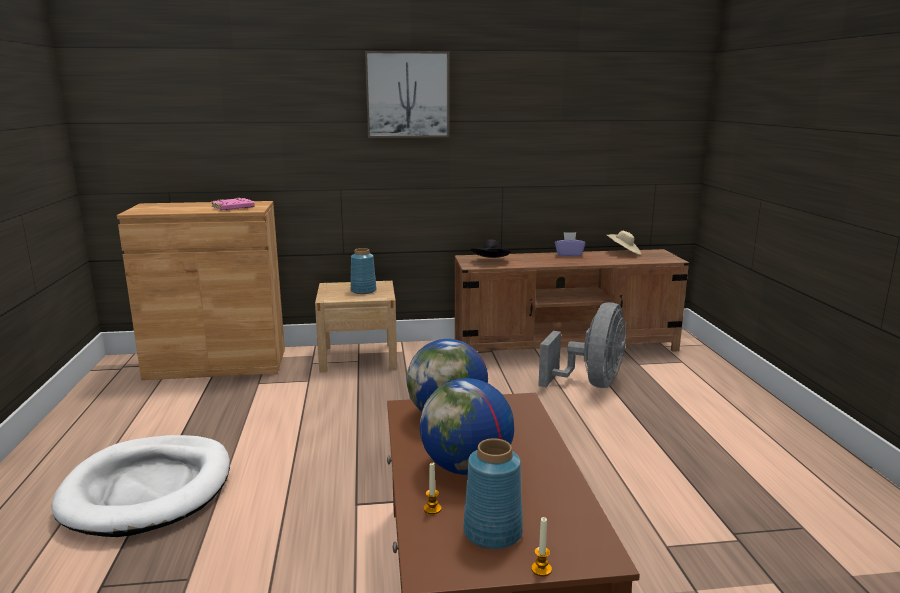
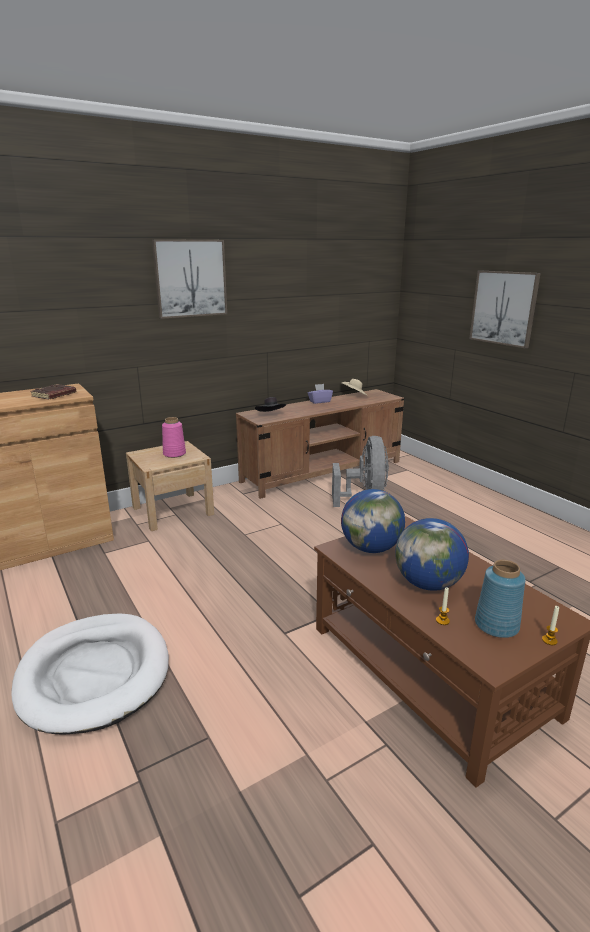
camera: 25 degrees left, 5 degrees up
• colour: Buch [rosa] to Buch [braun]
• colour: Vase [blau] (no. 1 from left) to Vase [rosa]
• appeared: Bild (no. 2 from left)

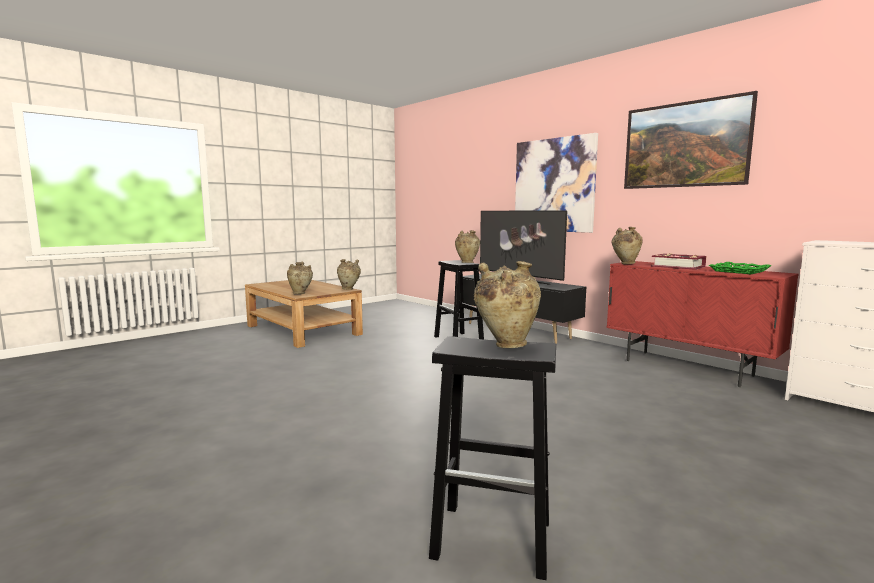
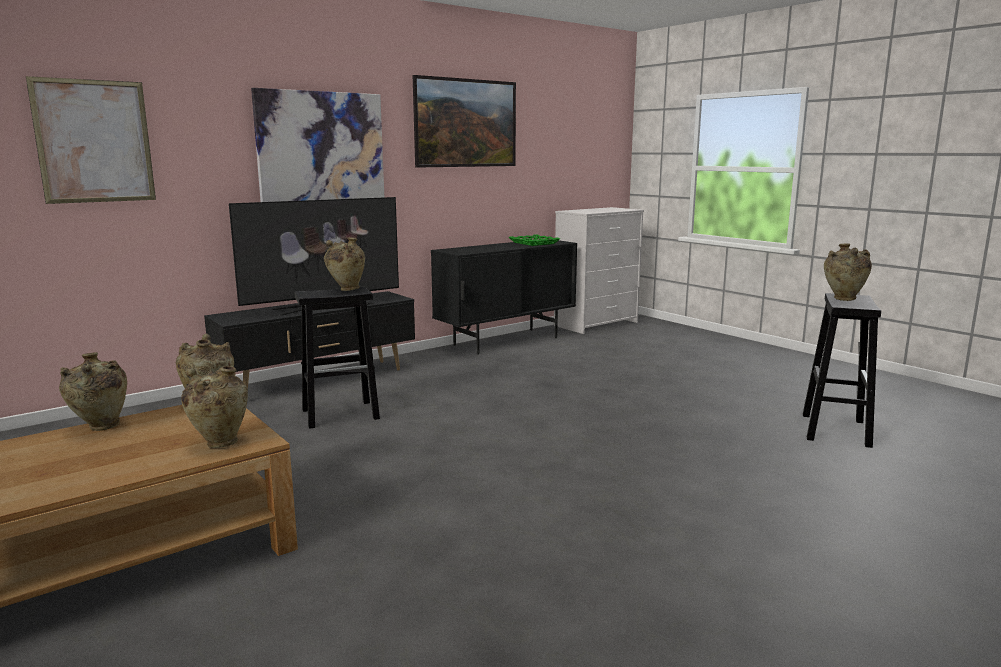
camera: 85 degrees left, 5 degrees up
• relocated: Vase [beige] (no. 5 from left in the first image) to Vase [beige] (no. 1 from left)
• missing: Buch
• colour: Schrank [rot] to Schrank [schwarz]
• appeared: Bild (no. 1 from left)

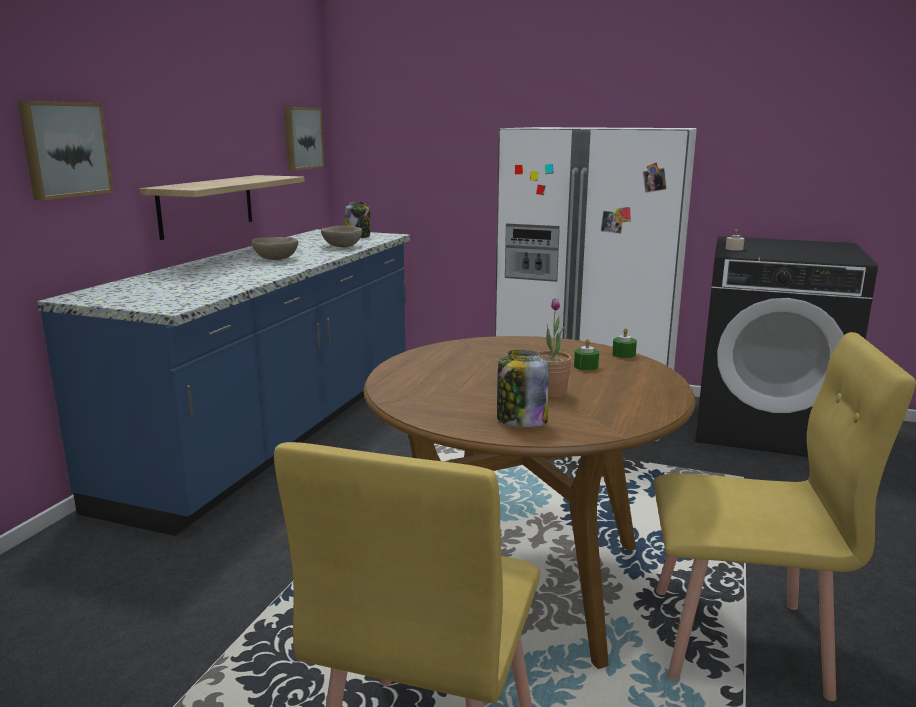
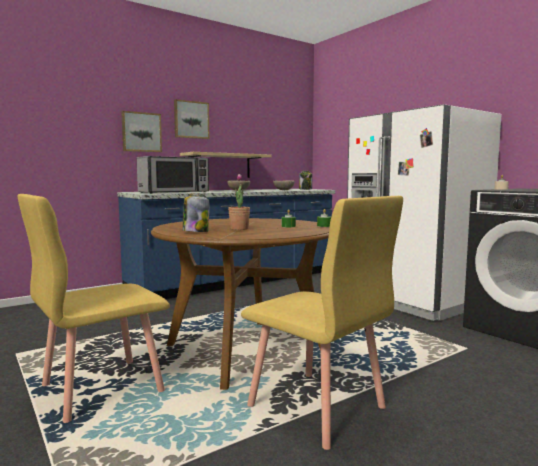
camera: 35 degrees right, 10 degrees down
• relocated: Bild (no. 2 from left)
• appeared: Mikrowelle

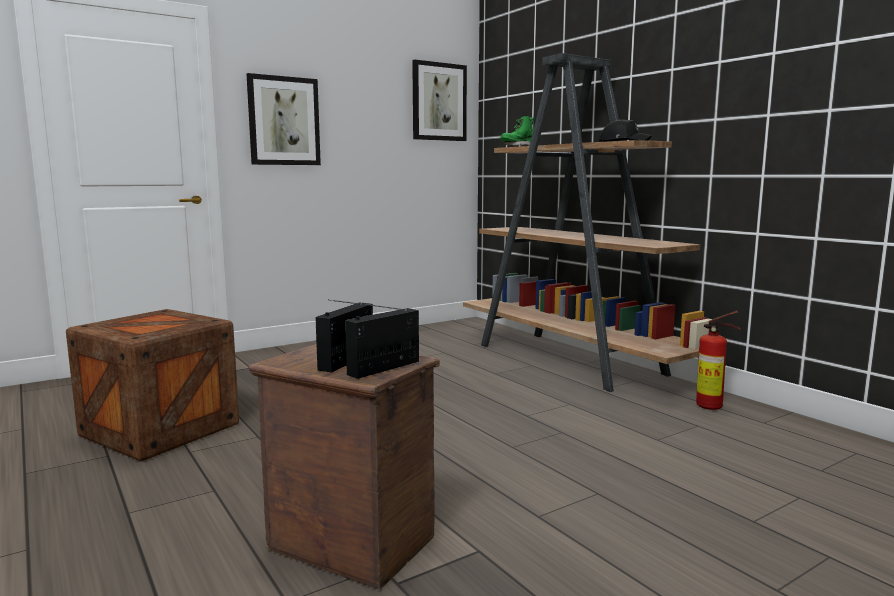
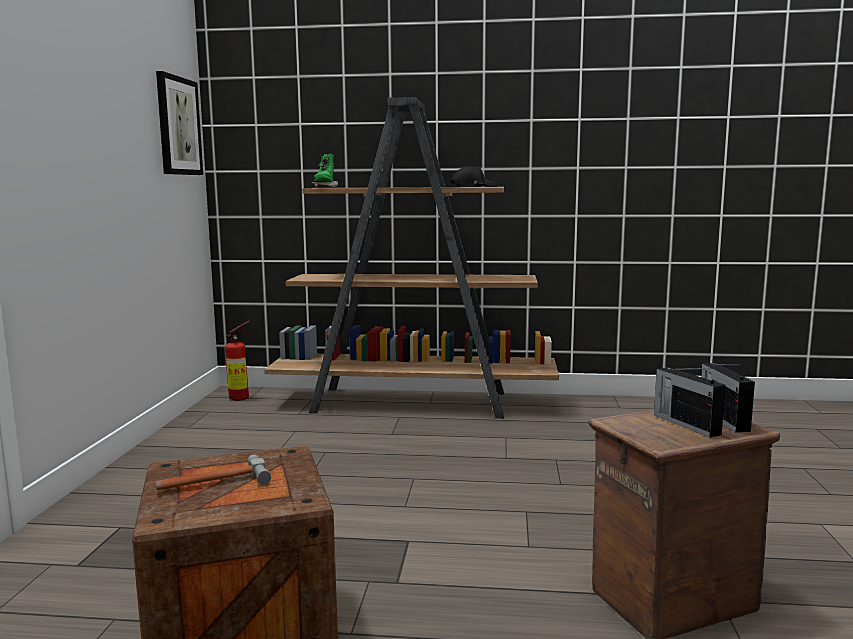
camera: 50 degrees left, 0 degrees up
• missing: Bild (no. 1 from left)
• relocated: Feuerlöscher
• appeared: Hammer

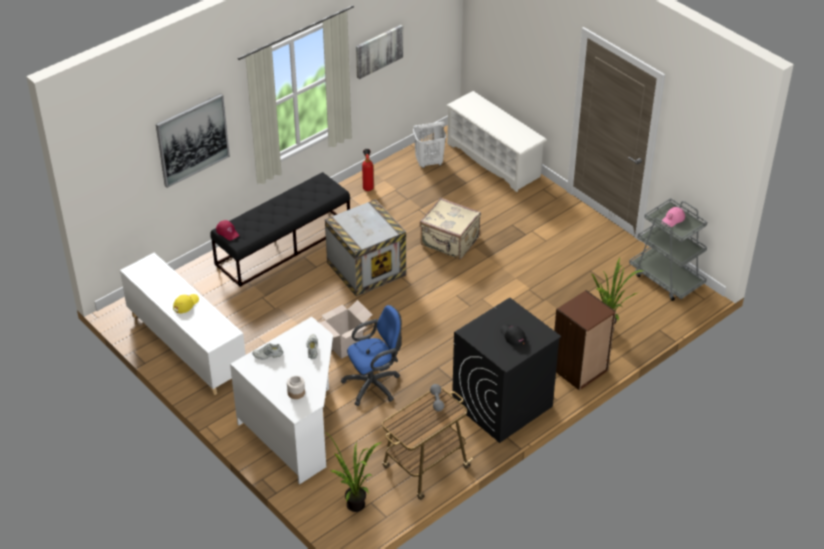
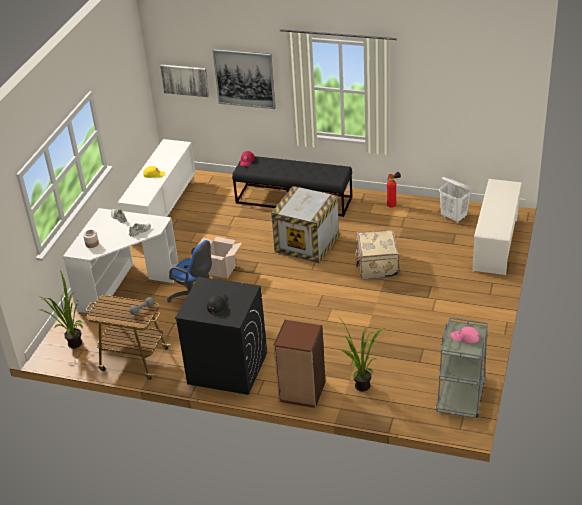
camera: 60 degrees right, 5 degrees down
• relocated: Bild (no. 2 from left in the first image) to Bild (no. 1 from left)

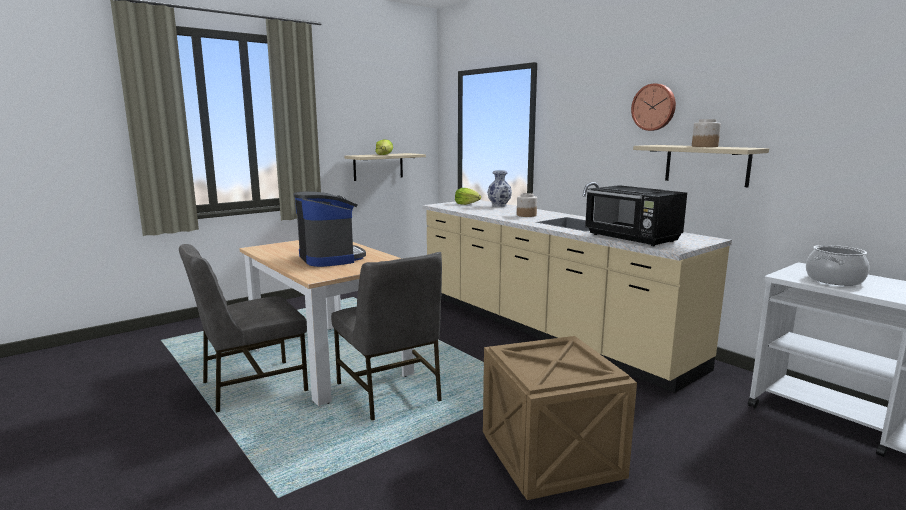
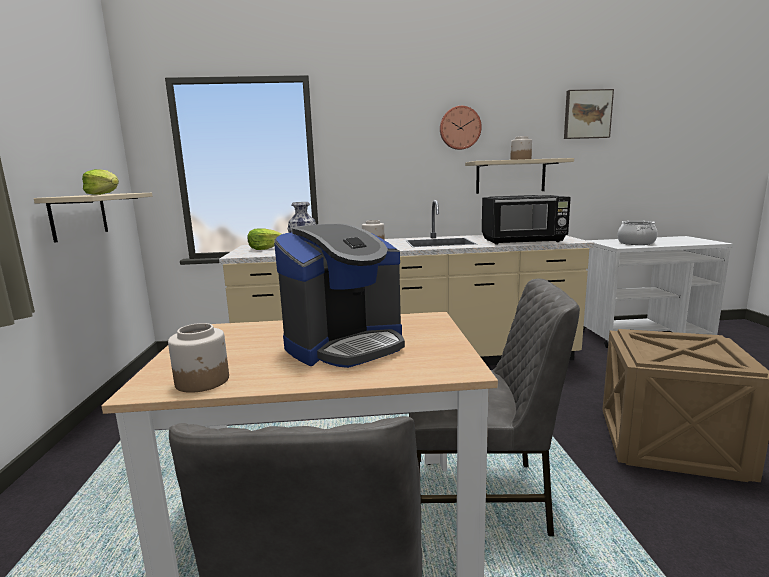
camera: 55 degrees left, 0 degrees up
• spun: Kaffeemaschine 135 degrees clockwise
• appeared: Bild
• appeared: Vorratsglas (no. 1 from left)

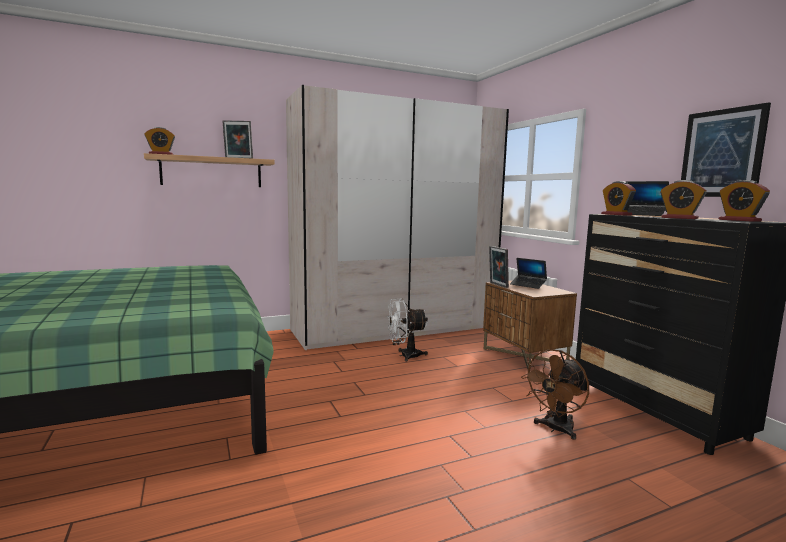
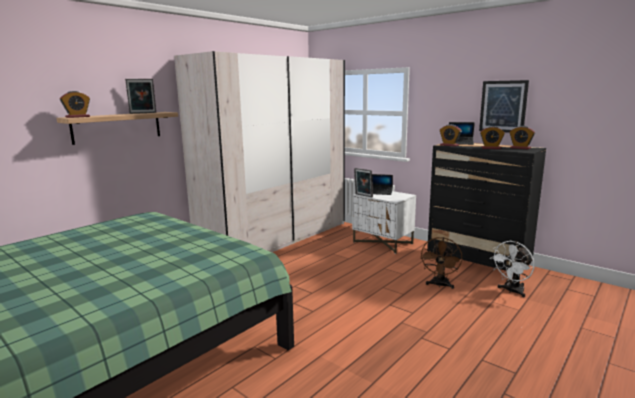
camera: 25 degrees left, 5 degrees up
• colour: Nachttisch [braun] to Nachttisch [weiß]
• relocated: Ventilator [weiß]

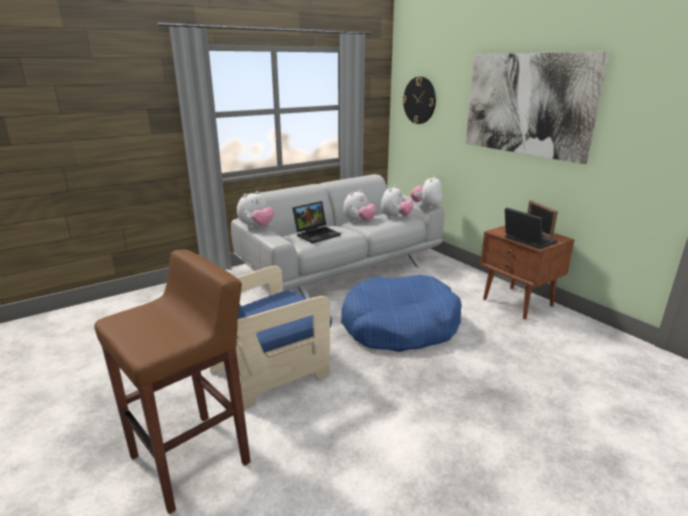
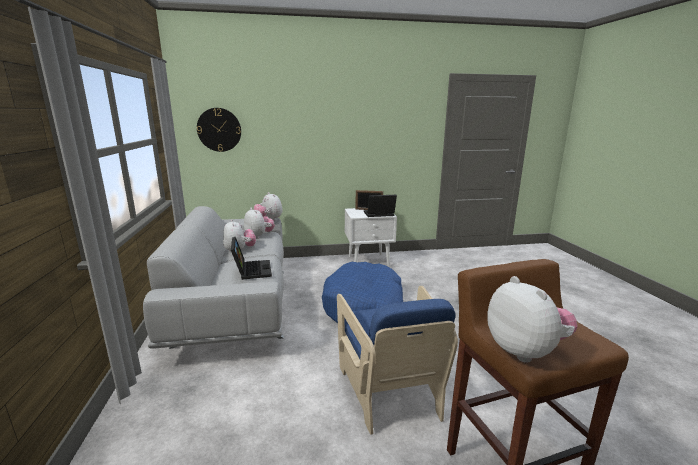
camera: 65 degrees left, 5 degrees down
• missing: Bild
• relocated: Plüschtier (no. 1 from left in the first image) to Plüschtier (no. 4 from left)
• colour: Nachttisch [braun] to Nachttisch [weiß]

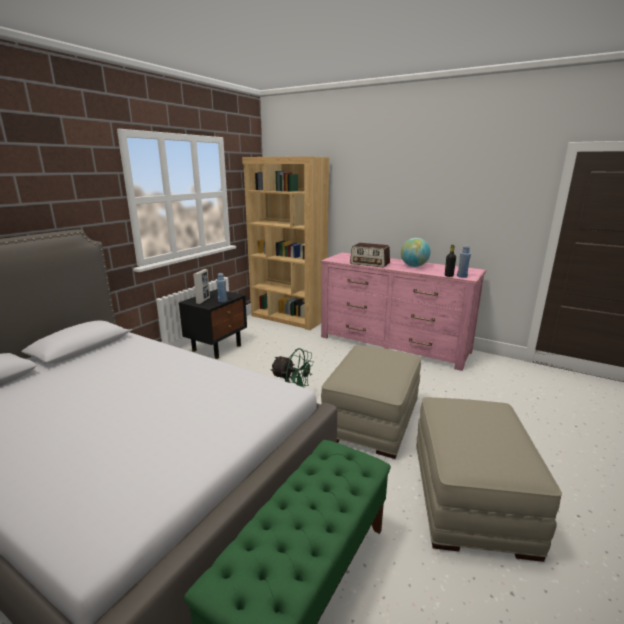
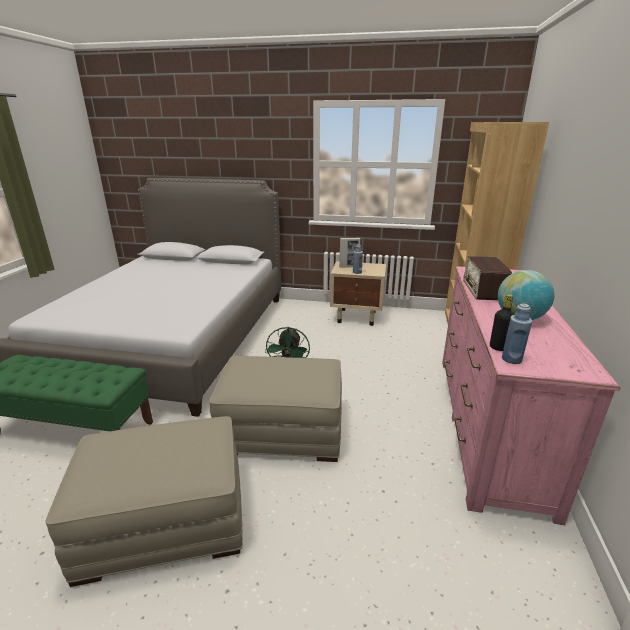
camera: 70 degrees right, 5 degrees up
• colour: Nachttisch [schwarz] to Nachttisch [beige]

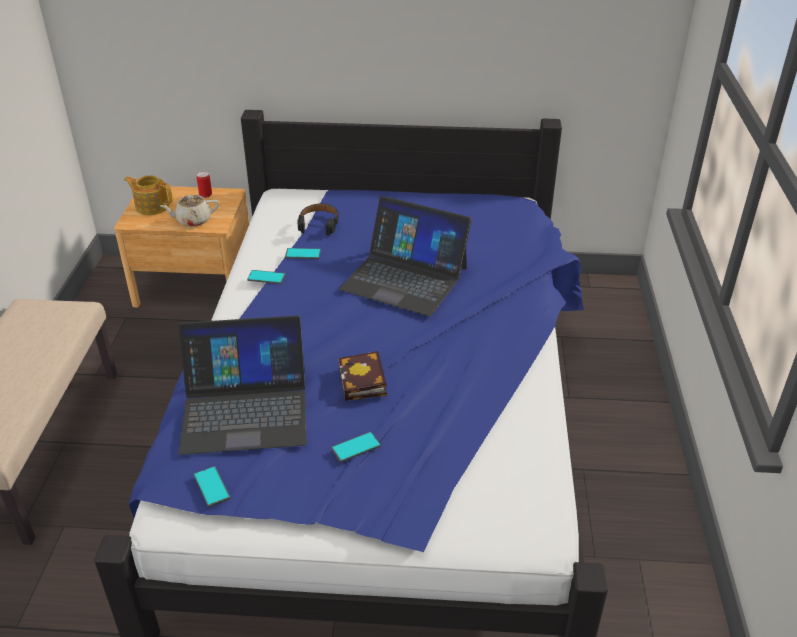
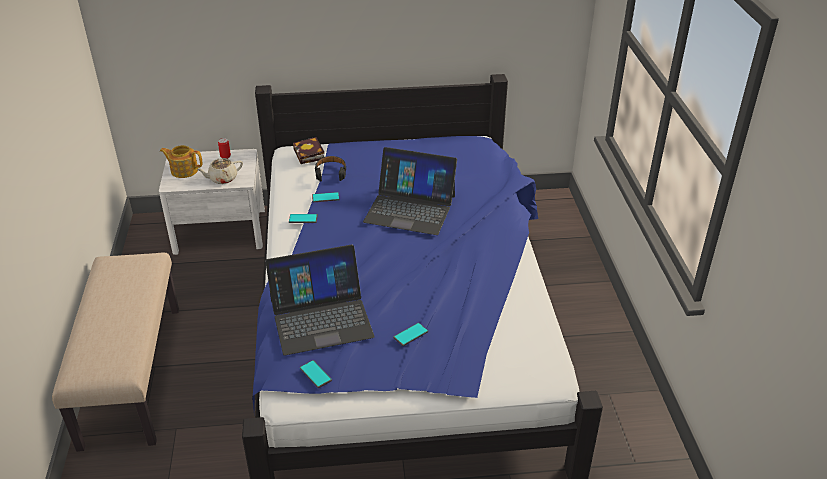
camera: 10 degrees left, 0 degrees up
• colour: Nachttisch [braun] to Nachttisch [weiß]
• relocated: Buch

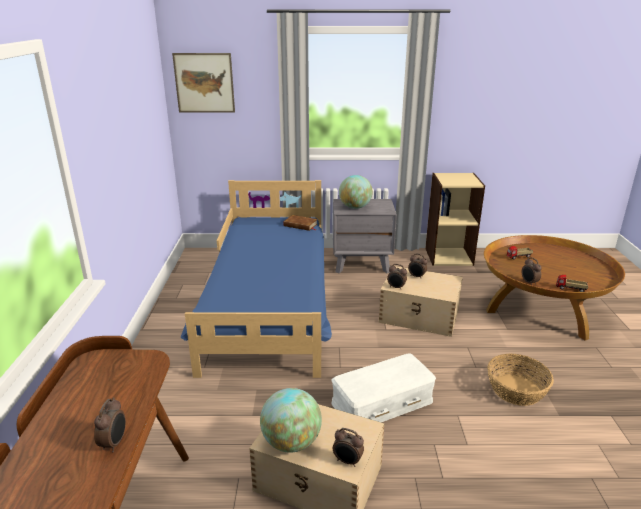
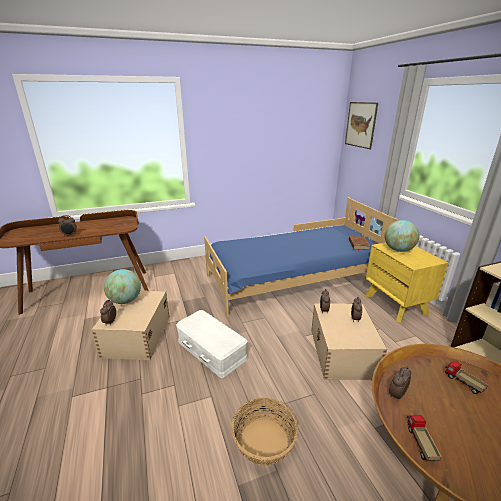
camera: 70 degrees right, 0 degrees up
• colour: Nachttisch [grau] to Nachttisch [gelb]

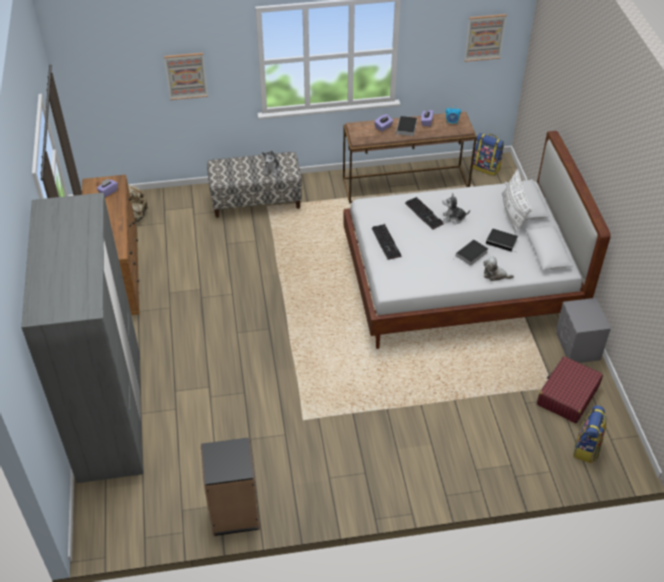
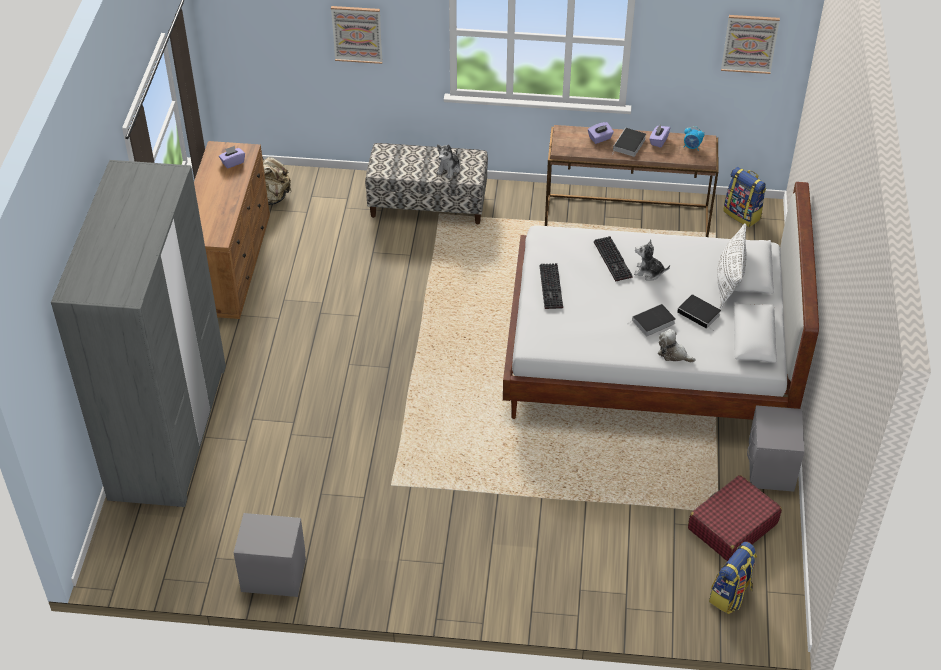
camera: 15 degrees right, 0 degrees up
• exchanged: Bücherregal [schwarz] to Nachttisch [grau] (no. 1 from left)

